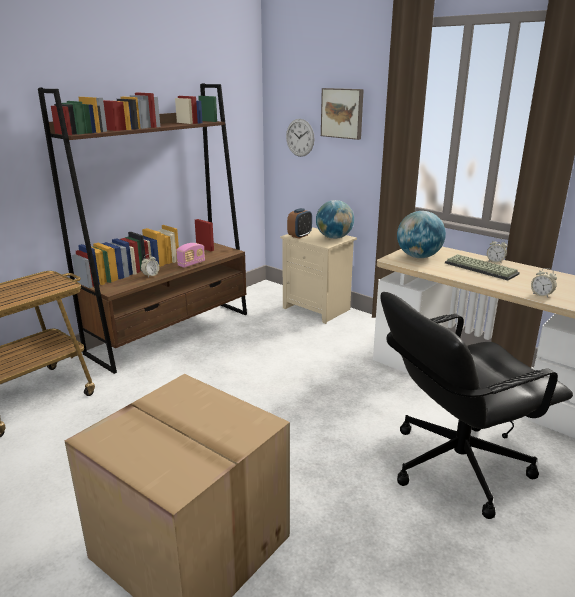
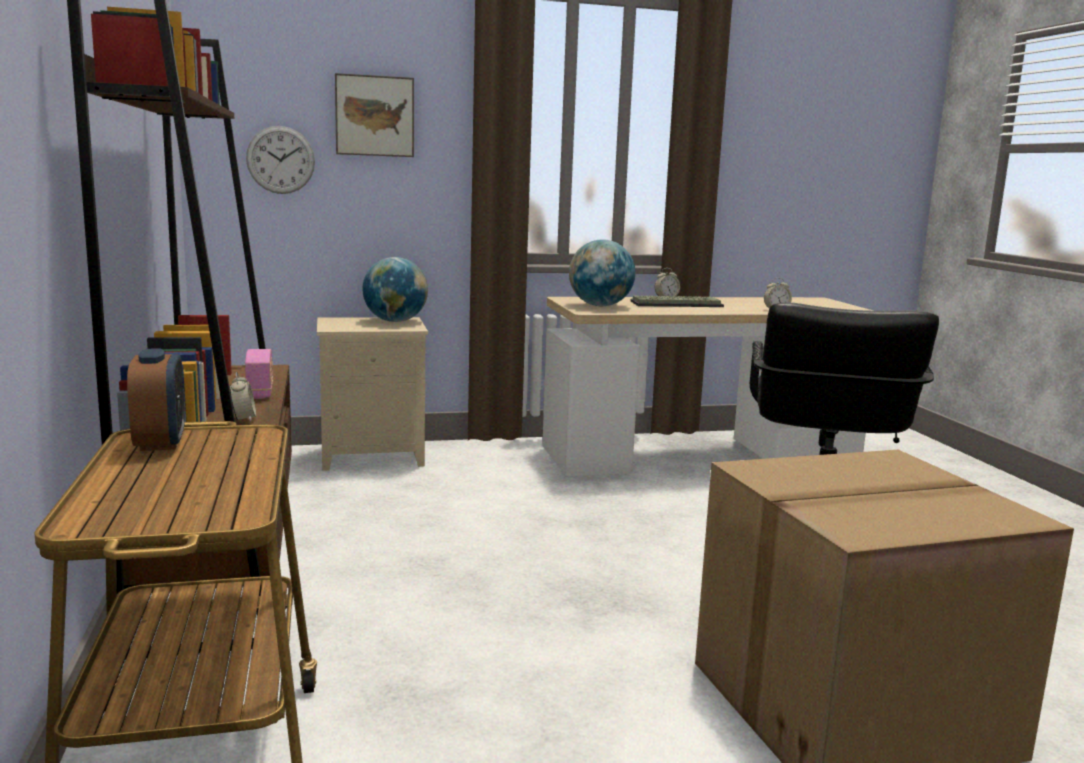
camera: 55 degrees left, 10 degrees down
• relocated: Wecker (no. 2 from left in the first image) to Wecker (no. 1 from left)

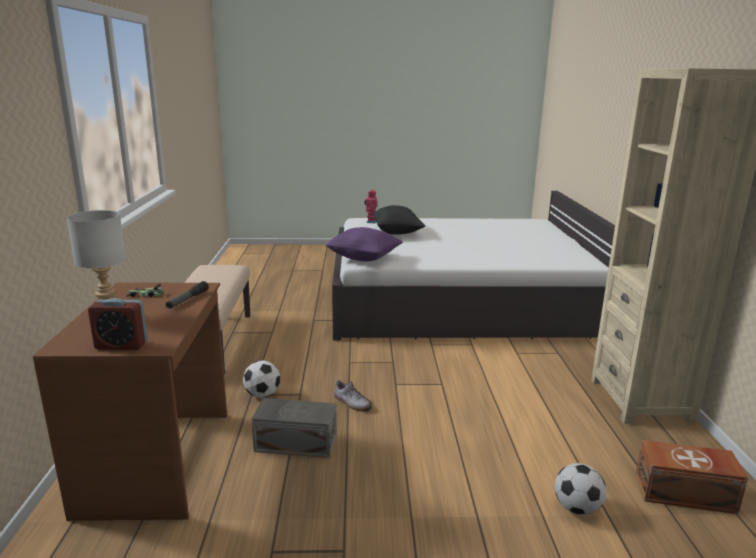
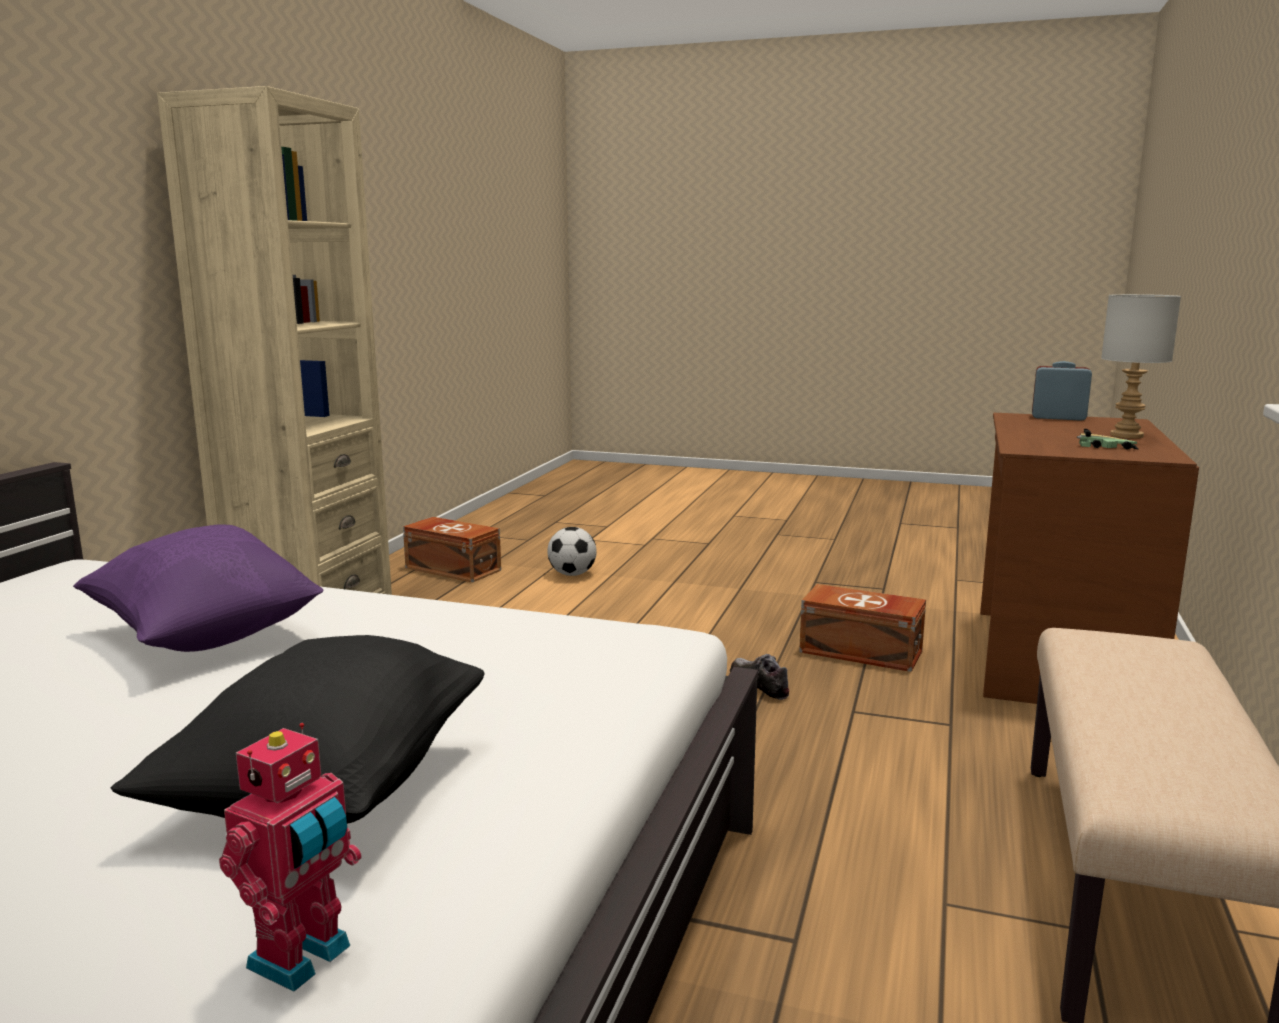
camera: 160 degrees left, 5 degrees down
• relocated: Kissen [lila]
• missing: Taschenlampe
• missing: Fußball (no. 1 from left)
• colour: Aufbewahrungsbox [grau] to Aufbewahrungsbox [braun] (no. 2 from left)

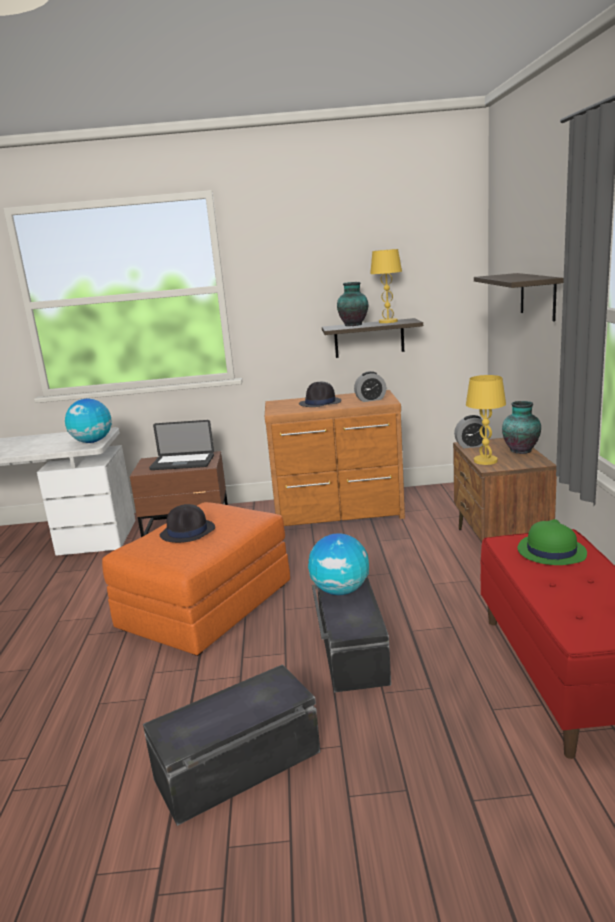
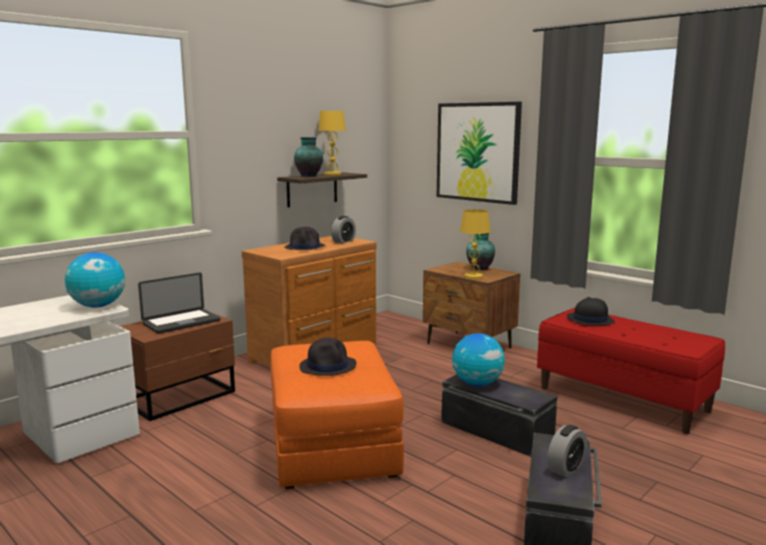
camera: 45 degrees left, 5 degrees down
• exchanged: Wandregal (no. 2 from left) to Bild
• relocated: Wecker (no. 2 from left)
• colour: Hut [grün] to Hut [schwarz] (no. 3 from left)

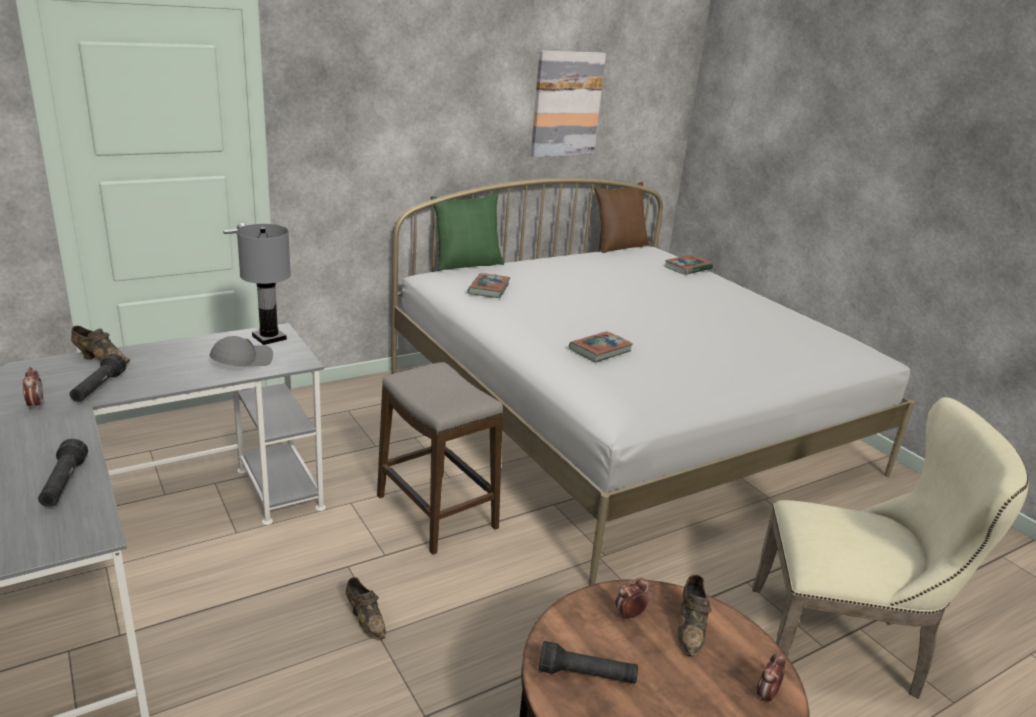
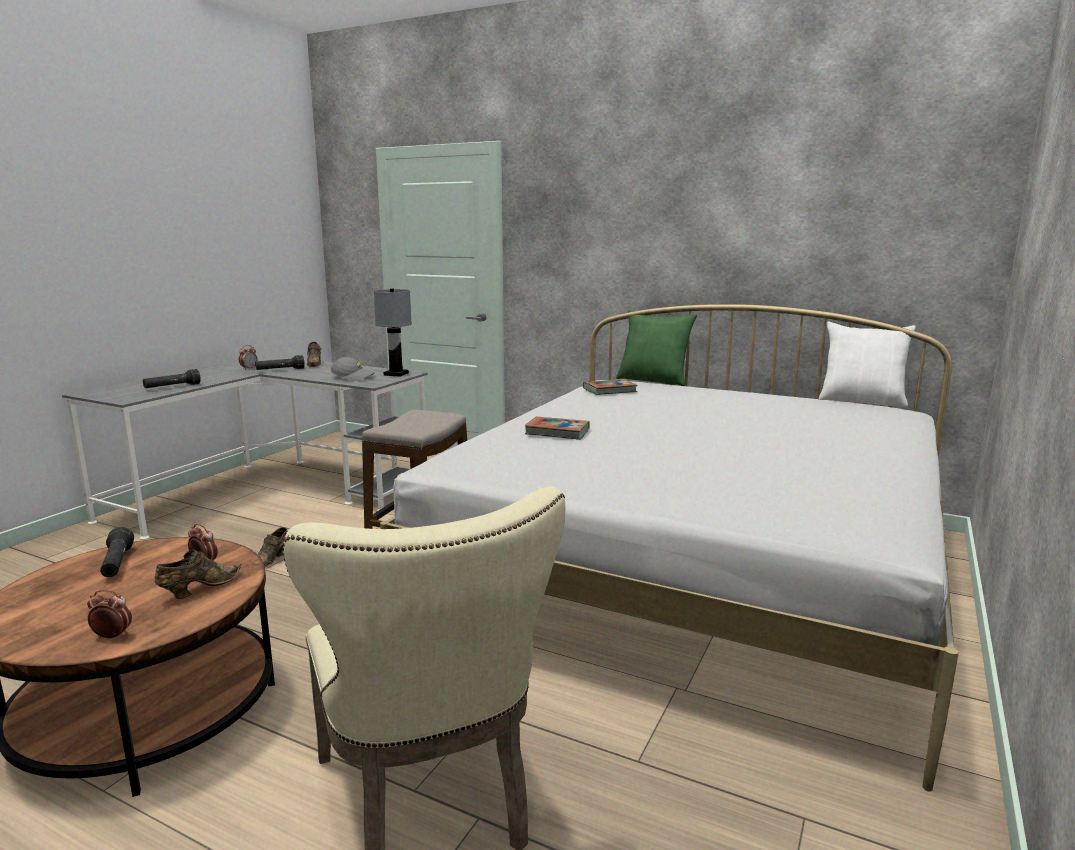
camera: 60 degrees right, 10 degrees down
• missing: Bild
• colour: Kissen [braun] to Kissen [weiß]
• missing: Buch (no. 3 from left)
• spun: Schuh [braun] (no. 3 from left in the first image) 150 degrees clockwise

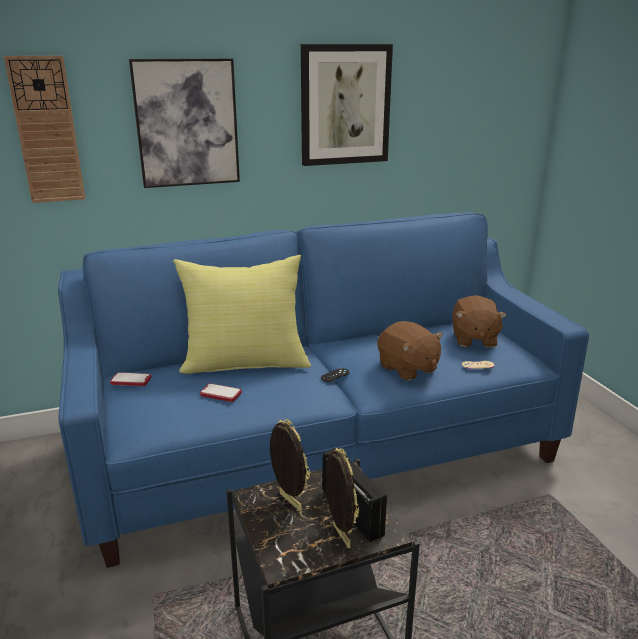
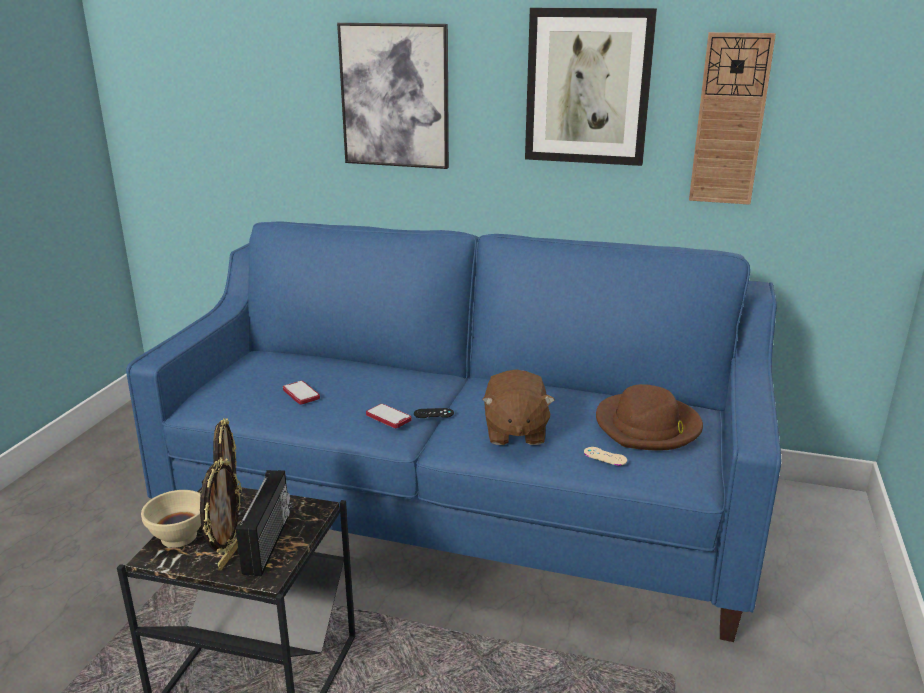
camera: 35 degrees right, 0 degrees up
• relocated: Wanduhr
• missing: Kissen [gelb]
• exchanged: Plüschtier [braun] (no. 2 from left) to Hut [braun]
• relocated: Handy (no. 1 from left in the first image) to Handy (no. 2 from left)
• appeared: Schüssel [beige]

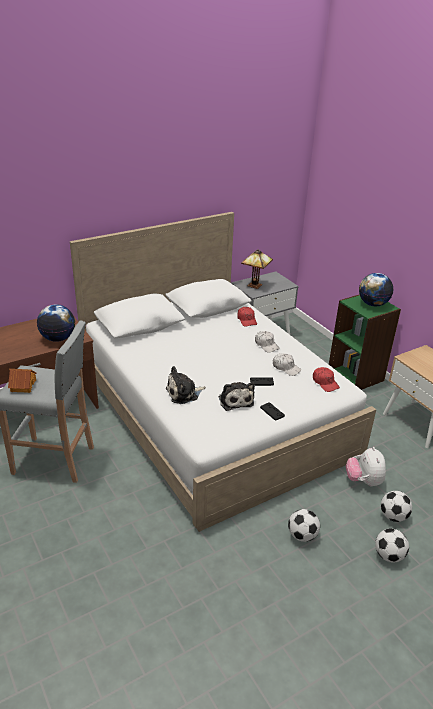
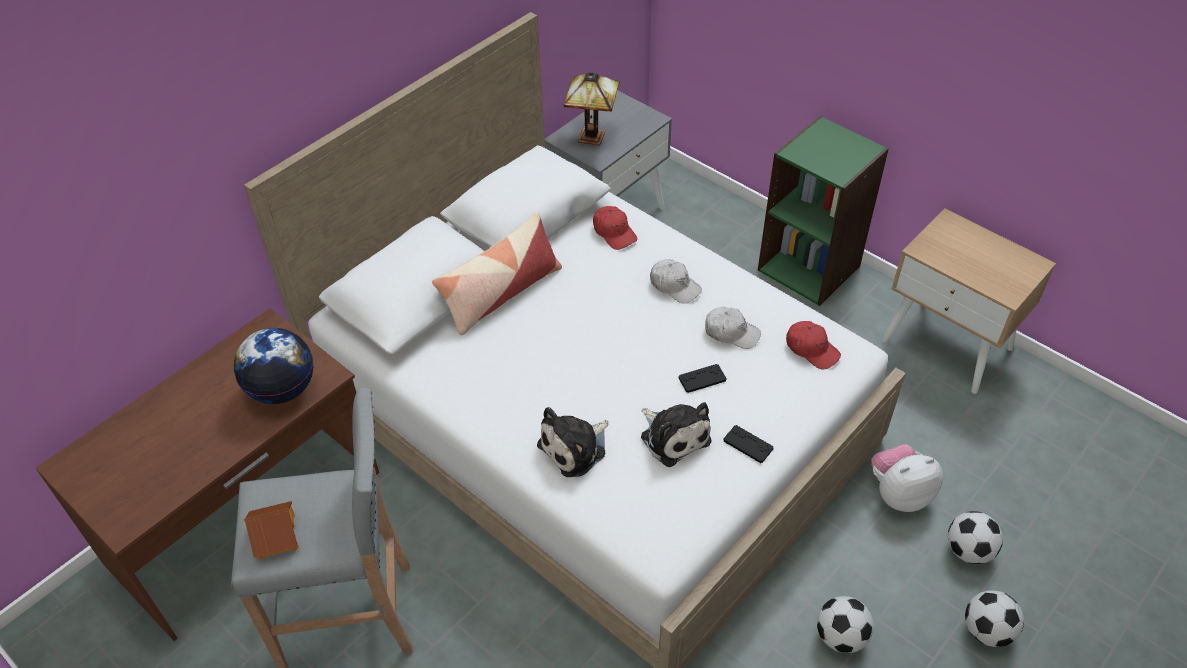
camera: 15 degrees left, 15 degrees up
• missing: Globus (no. 2 from left)
• spun: Plüschtier (no. 3 from left) 90 degrees clockwise
• appeared: Kissen

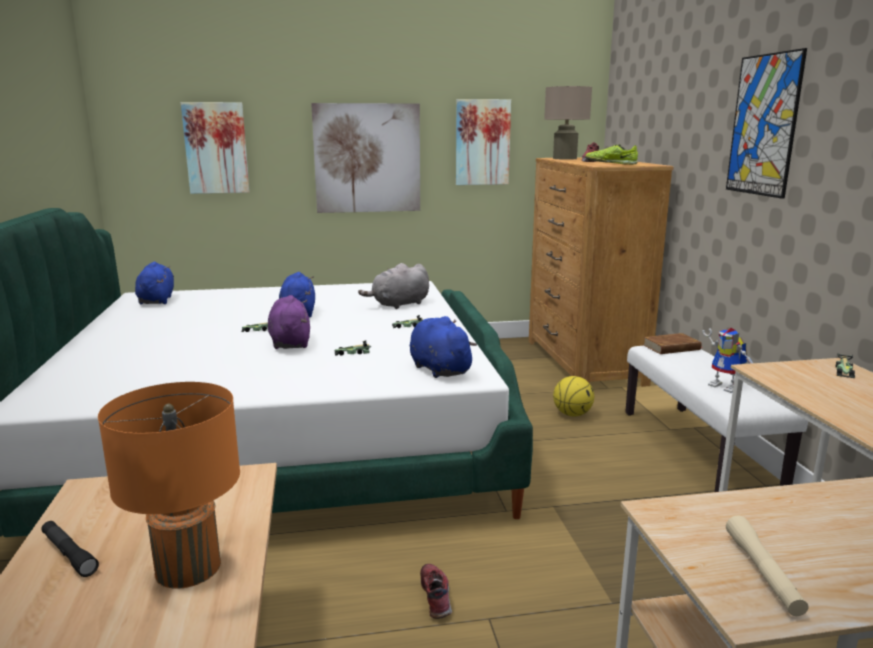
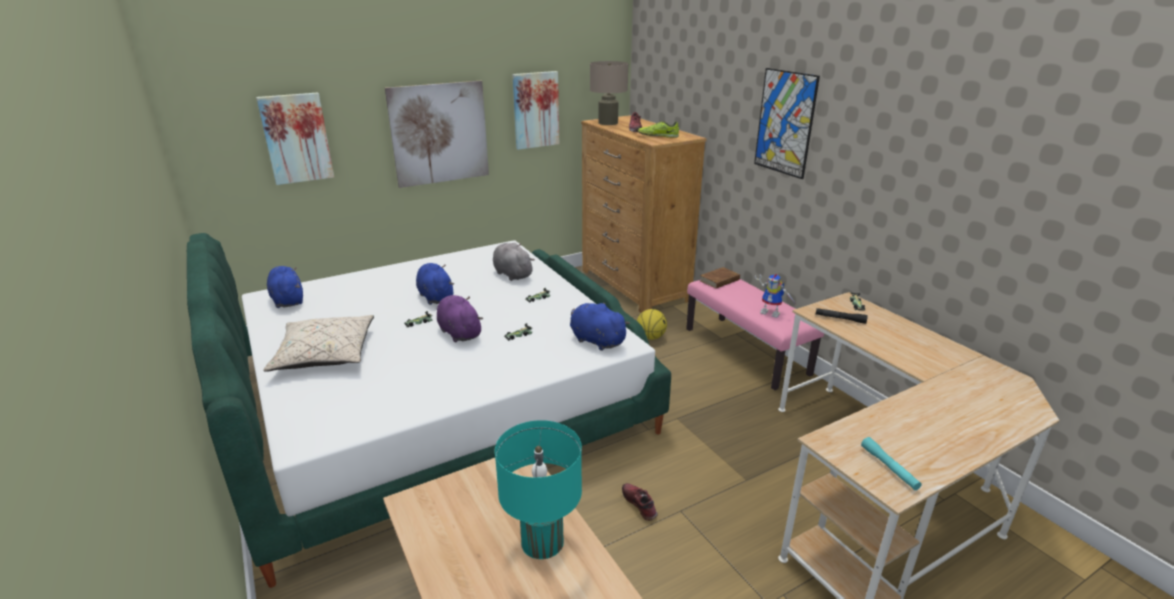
camera: 20 degrees left, 10 degrees up
• spun: Plüschtier [grau] 105 degrees clockwise
• colour: Bank [weiß] to Bank [rosa]
• colour: Tischlampe [orange] to Tischlampe [türkis]
• colour: Taschenlampe [beige] to Taschenlampe [türkis]
• relocated: Taschenlampe [schwarz]
• appeared: Kissen [beige]

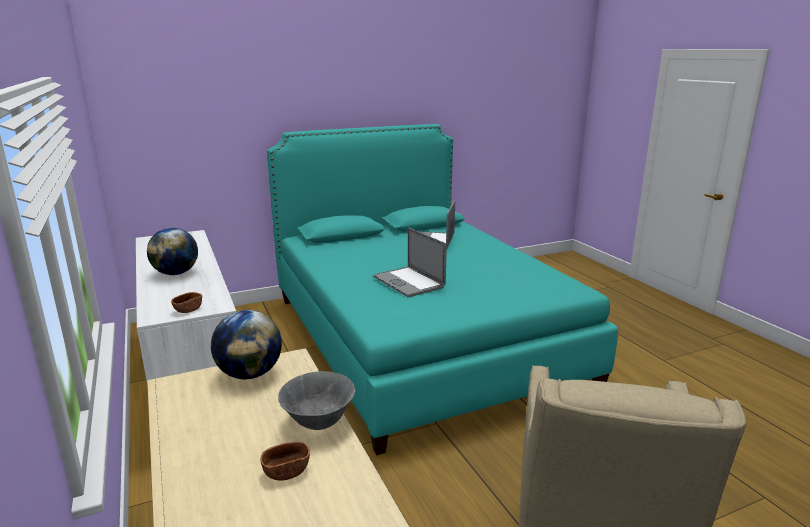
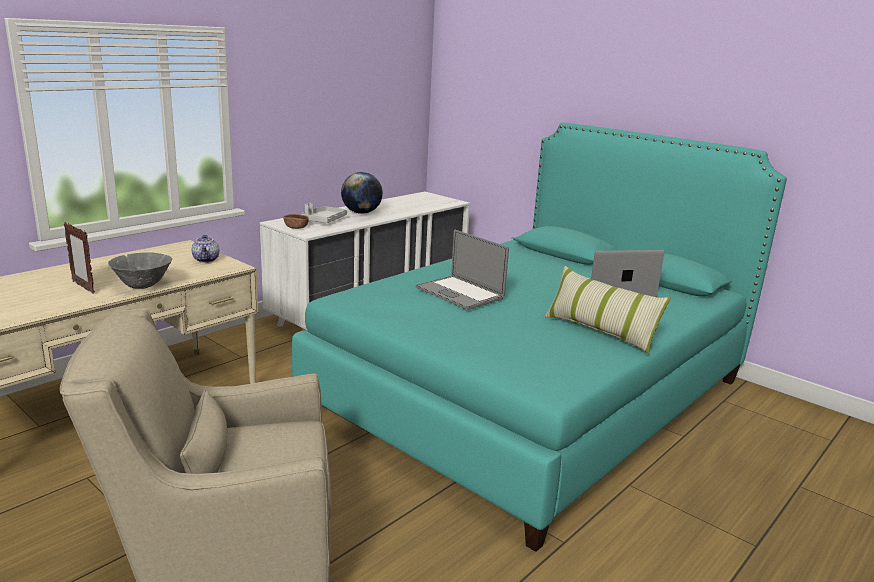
camera: 65 degrees right, 0 degrees up
• spun: Laptop (no. 1 from left) 75 degrees counterclockwise
• exchanged: Globus (no. 2 from left) to Teekanne
• exchanged: Schüssel [braun] (no. 2 from left) to Bilderrahmen
• appeared: Tablett [grau]
• appeared: Kissen

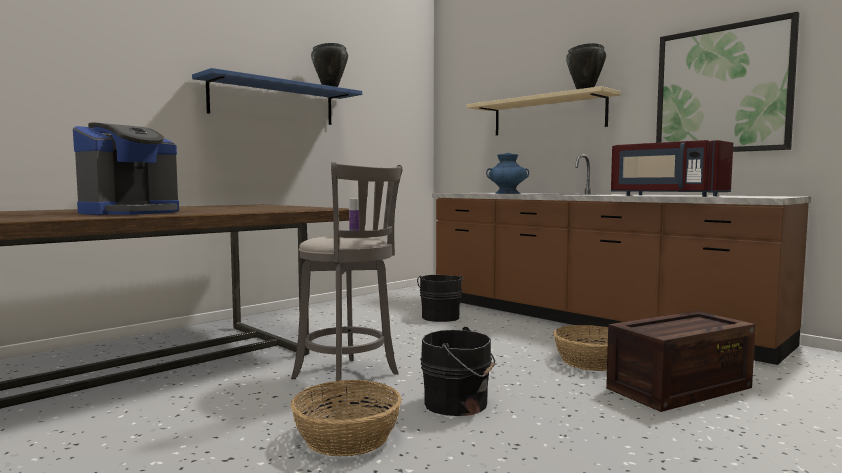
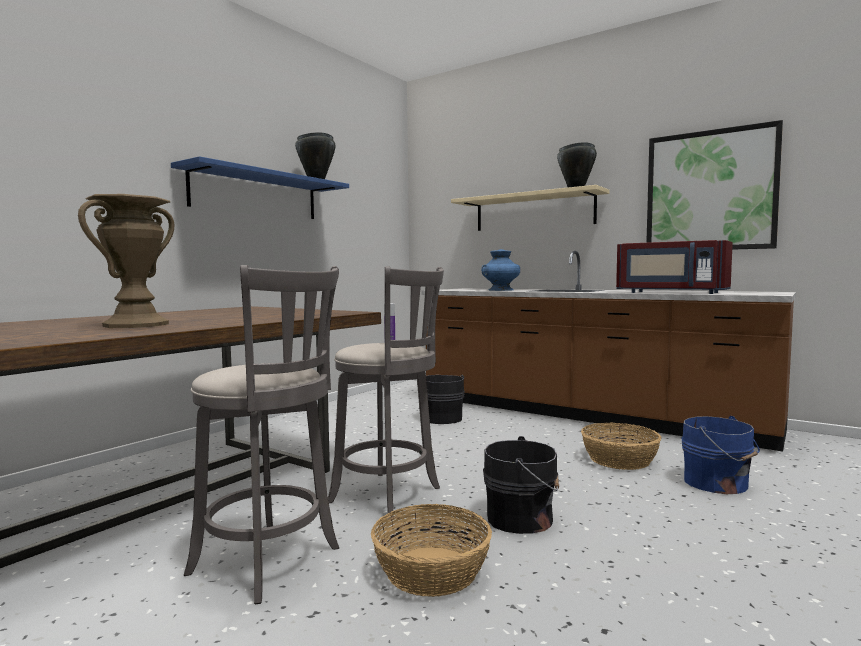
camera: 10 degrees left, 0 degrees up
• exchanged: Kaffeemaschine to Vase [braun]
• exchanged: Kiste to Eimer [blau]
• appeared: Hocker [grau] (no. 1 from left)

